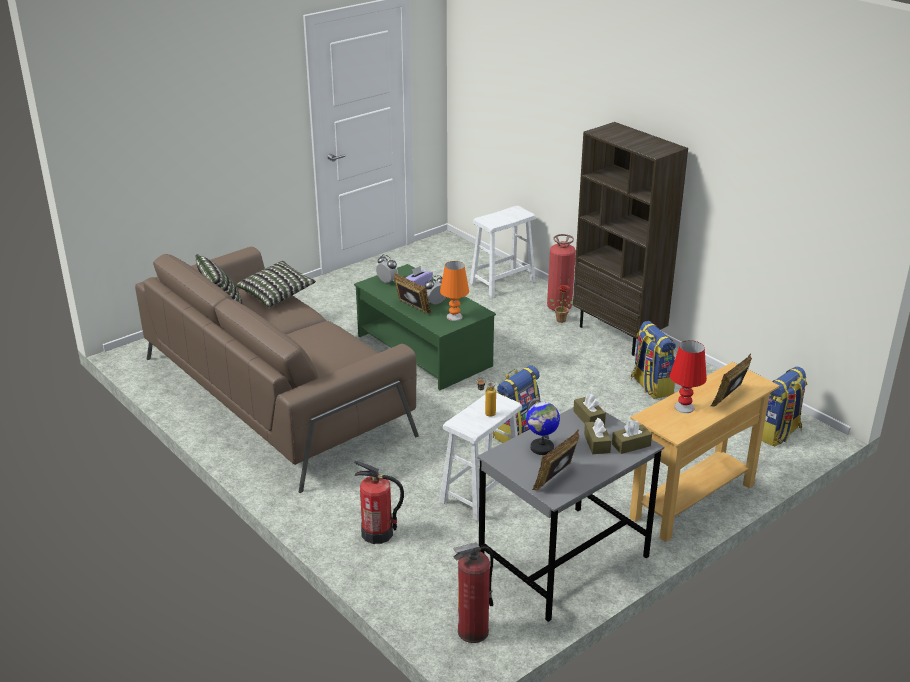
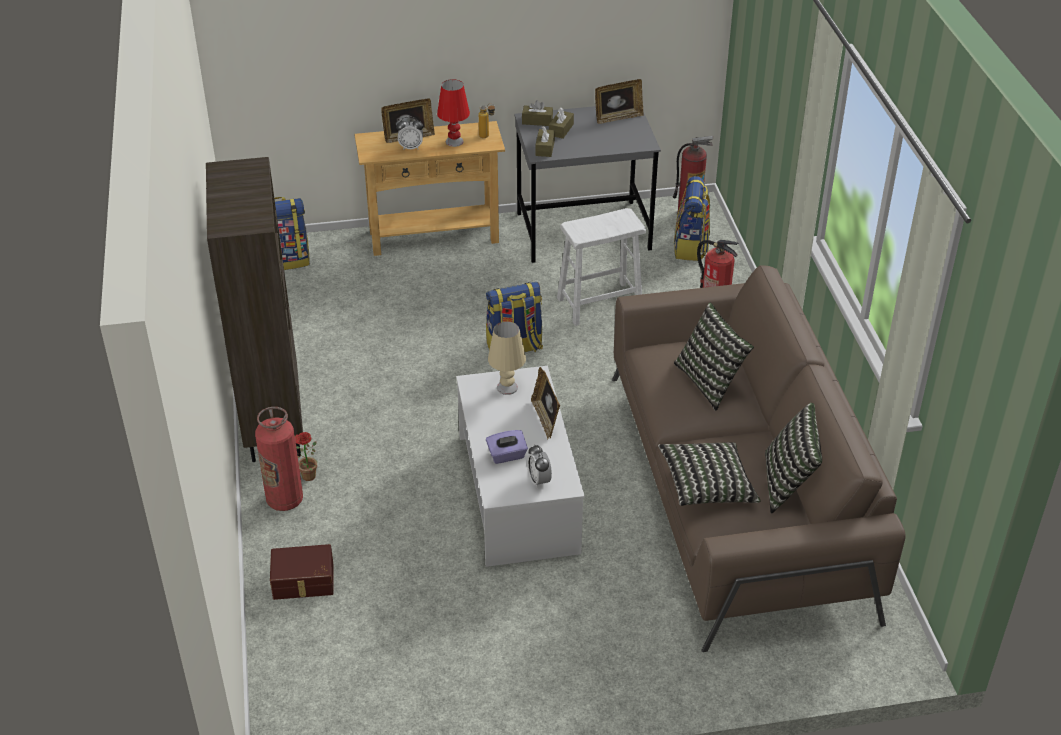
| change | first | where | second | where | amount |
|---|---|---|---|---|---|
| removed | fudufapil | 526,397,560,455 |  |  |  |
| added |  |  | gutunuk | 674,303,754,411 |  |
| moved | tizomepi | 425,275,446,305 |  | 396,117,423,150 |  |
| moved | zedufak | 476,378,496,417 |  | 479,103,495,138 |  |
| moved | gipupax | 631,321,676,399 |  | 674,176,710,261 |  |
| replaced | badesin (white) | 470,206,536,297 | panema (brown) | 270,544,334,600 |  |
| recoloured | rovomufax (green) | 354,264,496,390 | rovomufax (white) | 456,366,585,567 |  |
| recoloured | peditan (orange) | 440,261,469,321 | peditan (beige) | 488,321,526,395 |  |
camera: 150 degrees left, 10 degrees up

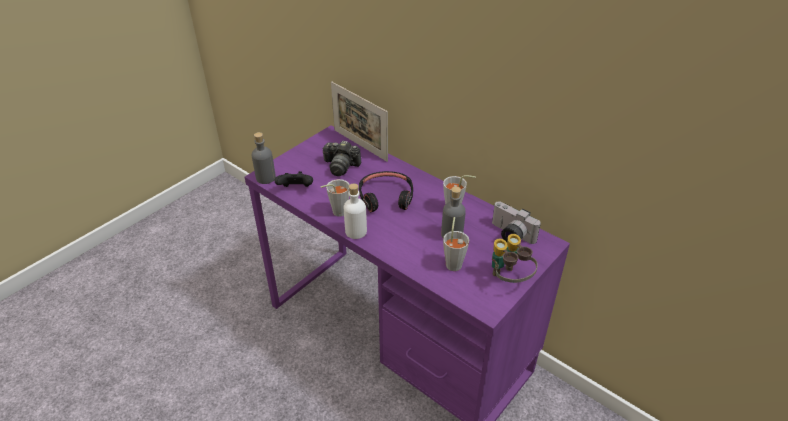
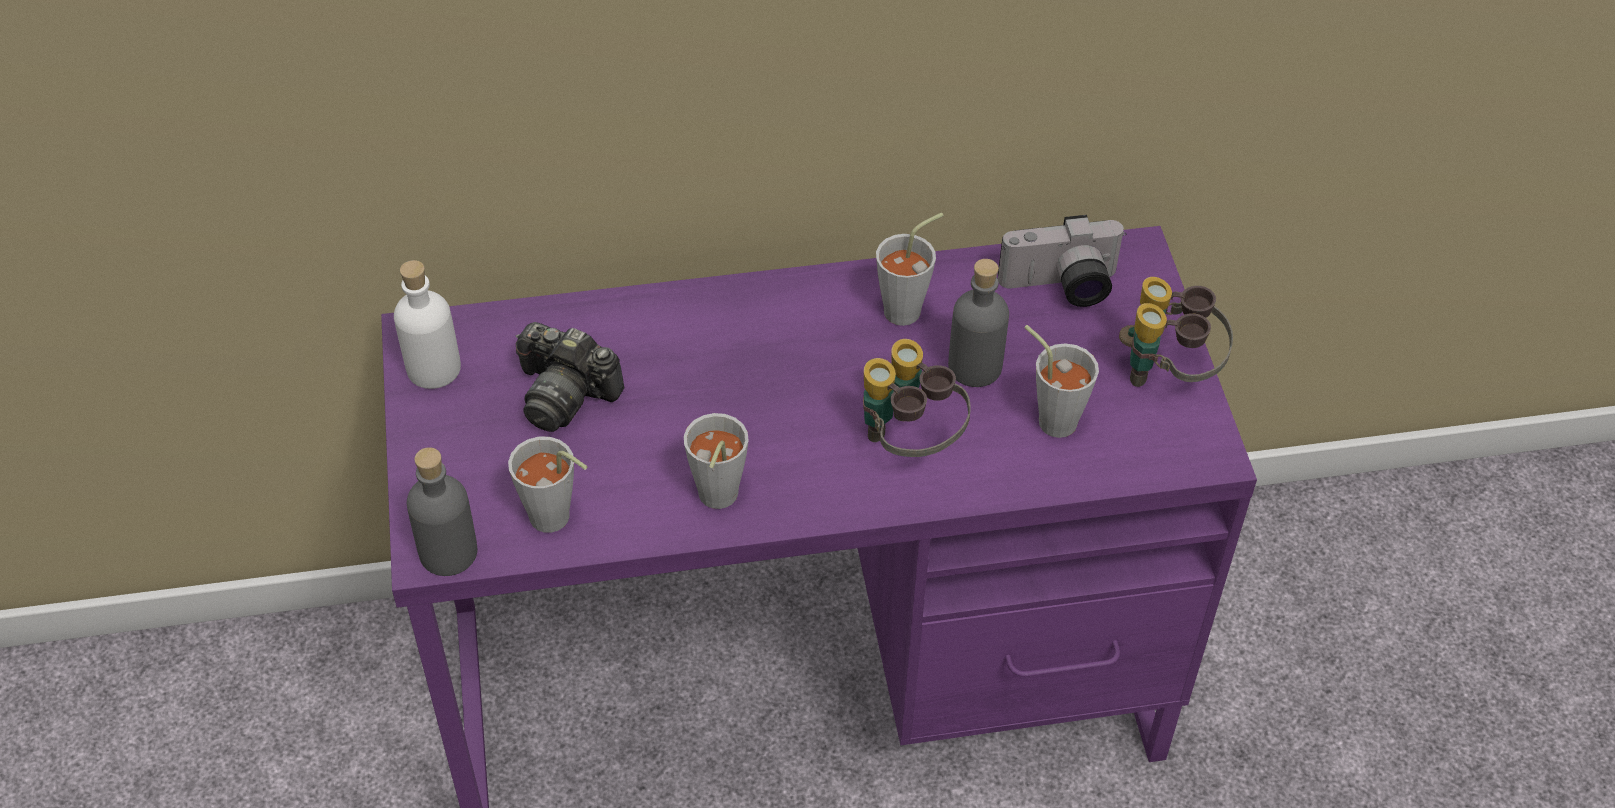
| change | first | where | second | where | amount |
|---|---|---|---|---|---|
| removed | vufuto | 331,82,388,162 |  |  |  |
| removed | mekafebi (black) | 359,171,413,212 |  |  |  |
| added |  |  | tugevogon | 863,339,971,457 |  |
| moved | zedufak (white) | 344,183,367,239 |  | 394,260,461,389 |  |
| replaced | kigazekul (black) | 275,171,313,187 | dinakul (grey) | 508,437,588,533 |  |
| turned | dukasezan | 322,141,361,176 |  | 515,322,624,432 | 60 degrees clockwise |
camera: 50 degrees left, 10 degrees up

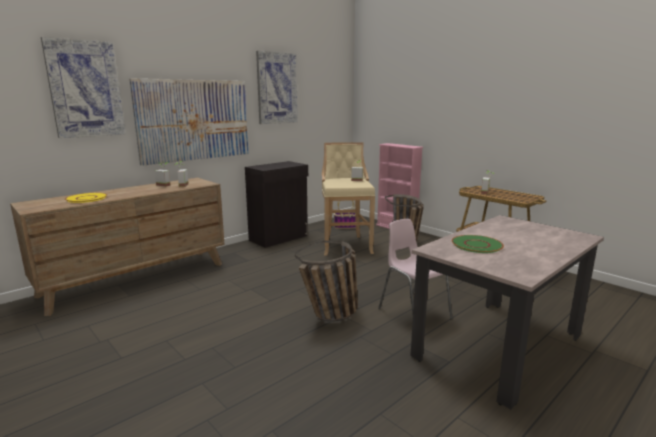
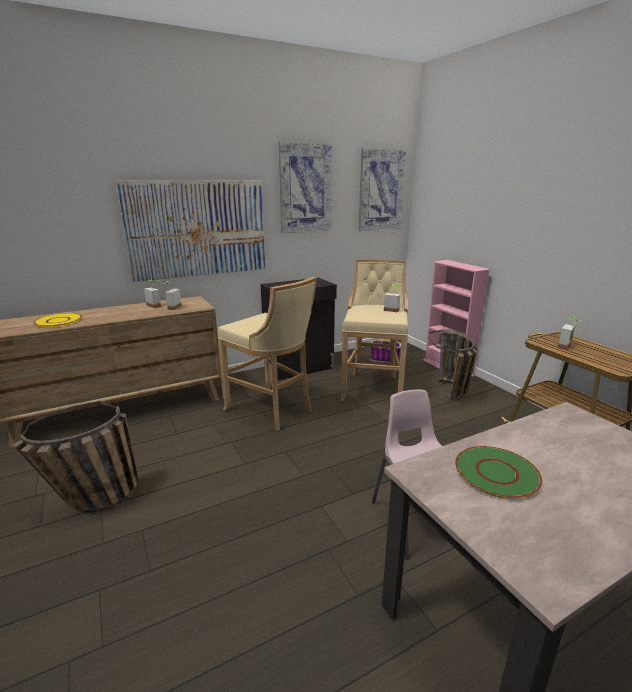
| change | first | where | second | where | amount |
|---|---|---|---|---|---|
| added |  |  | badesin (beige) | 217,277,317,431 |  |
| moved | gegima | 41,37,126,138 |  | 358,148,407,231 |  |
| moved | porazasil | 295,240,358,322 |  | 13,401,138,512 |  |
camera: 15 degrees right, 5 degrees up

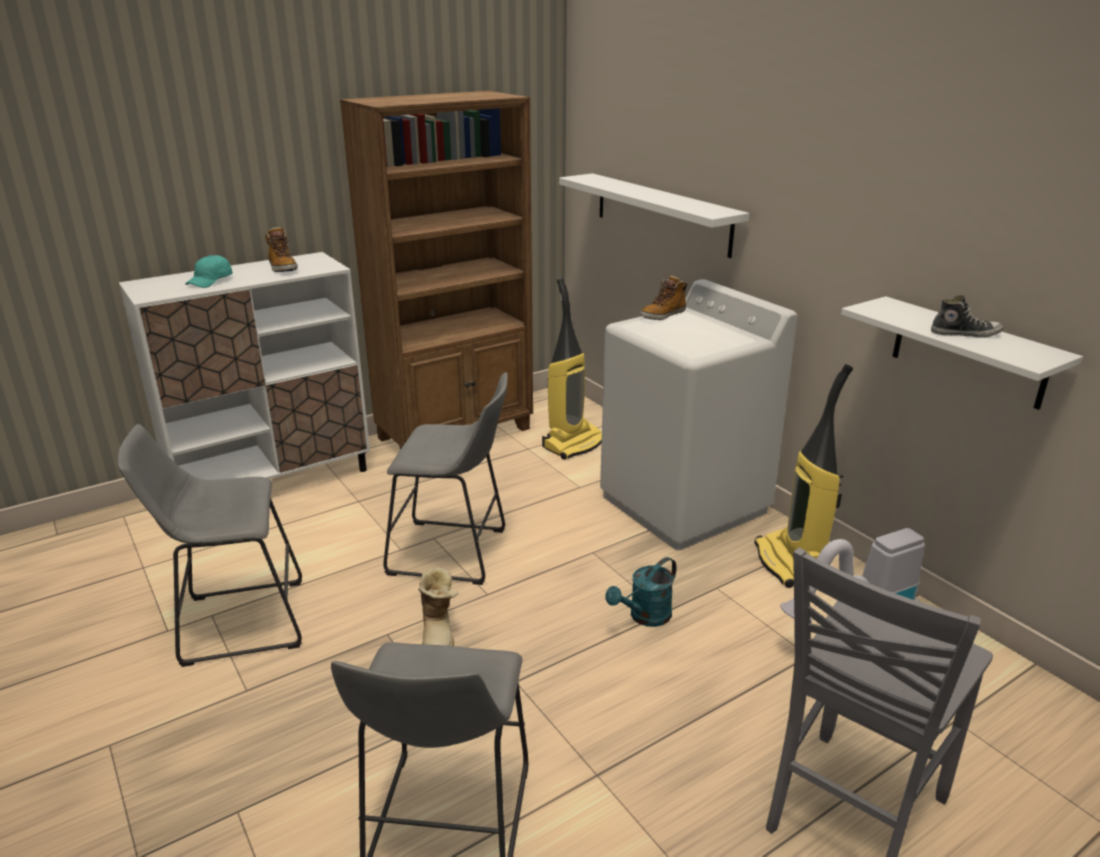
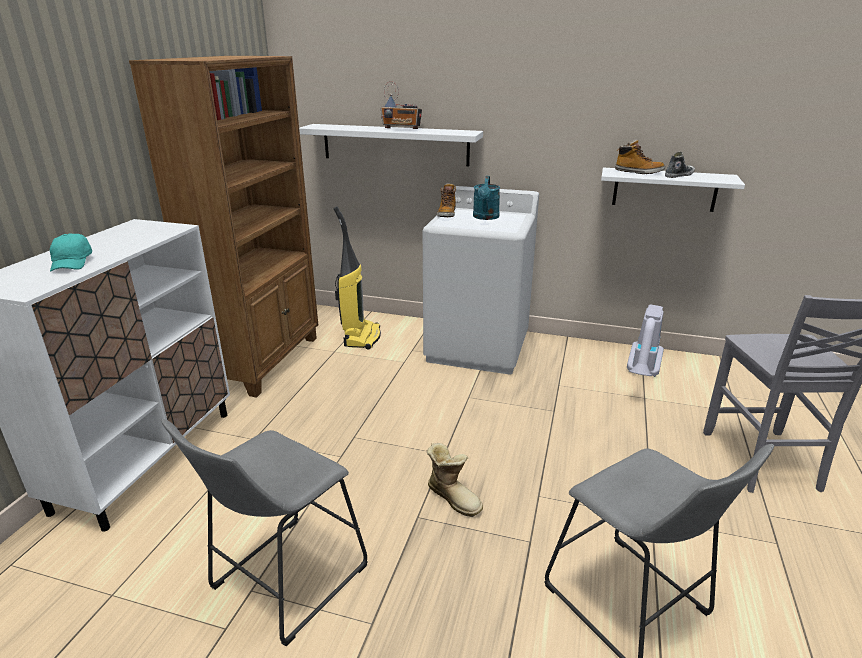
| change | first | where | second | where | amount |
|---|---|---|---|---|---|
| removed | badesin (grey) | 383,372,508,585 |  |  |  |
| removed | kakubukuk | 754,364,853,588 |  |  |  |
| added |  |  | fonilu | 380,81,422,129 |  |
| moved | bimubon | 265,227,298,272 |  | 615,140,666,174 |  |
| moved | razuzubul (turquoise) | 605,557,677,627 |  | 473,176,500,220 |  |
camera: 40 degrees left, 0 degrees up

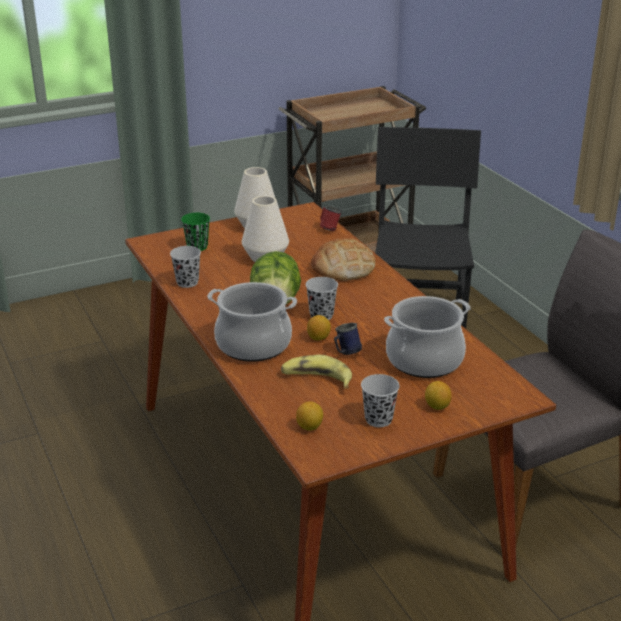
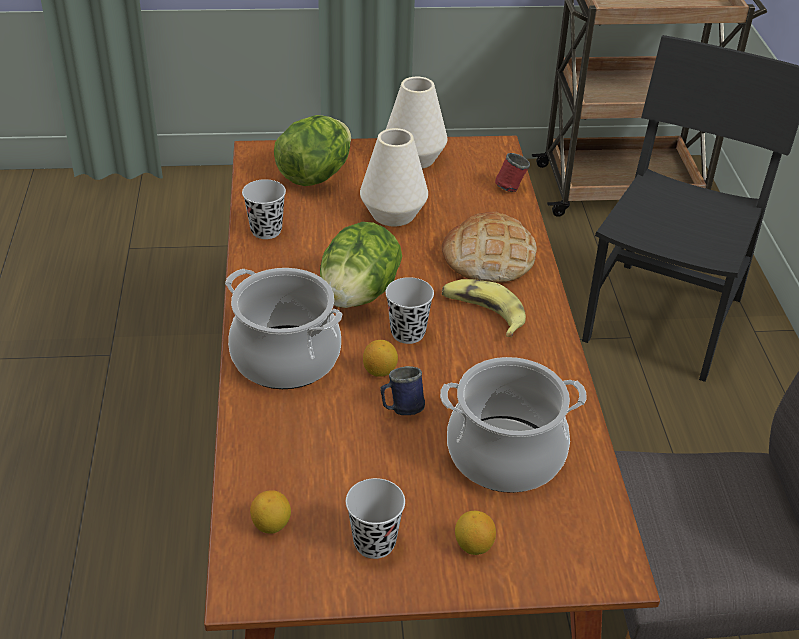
| change | first | where | second | where | amount |
|---|---|---|---|---|---|
| moved | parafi | 281,355,352,389 |  | 442,279,526,337 |  |
| replaced | dinakul (green) | 181,213,210,251 | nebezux | 274,115,351,186 |  |
camera: 20 degrees right, 10 degrees up

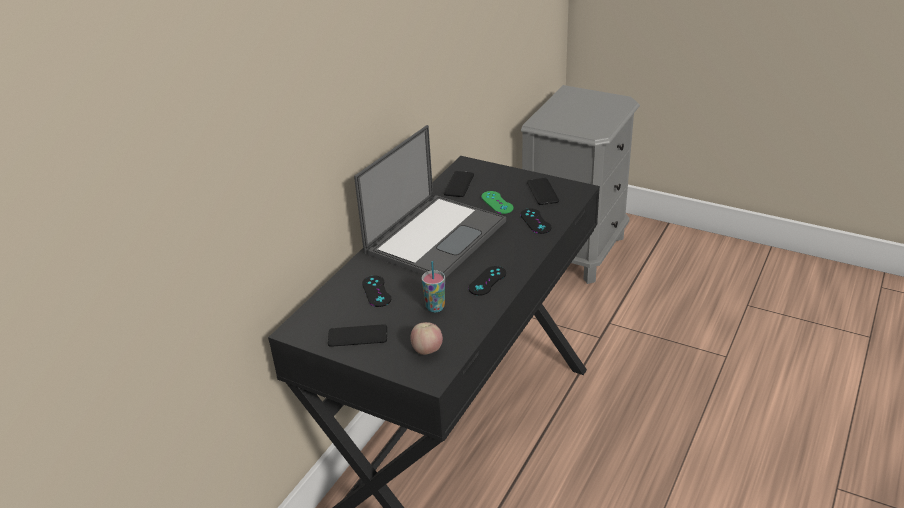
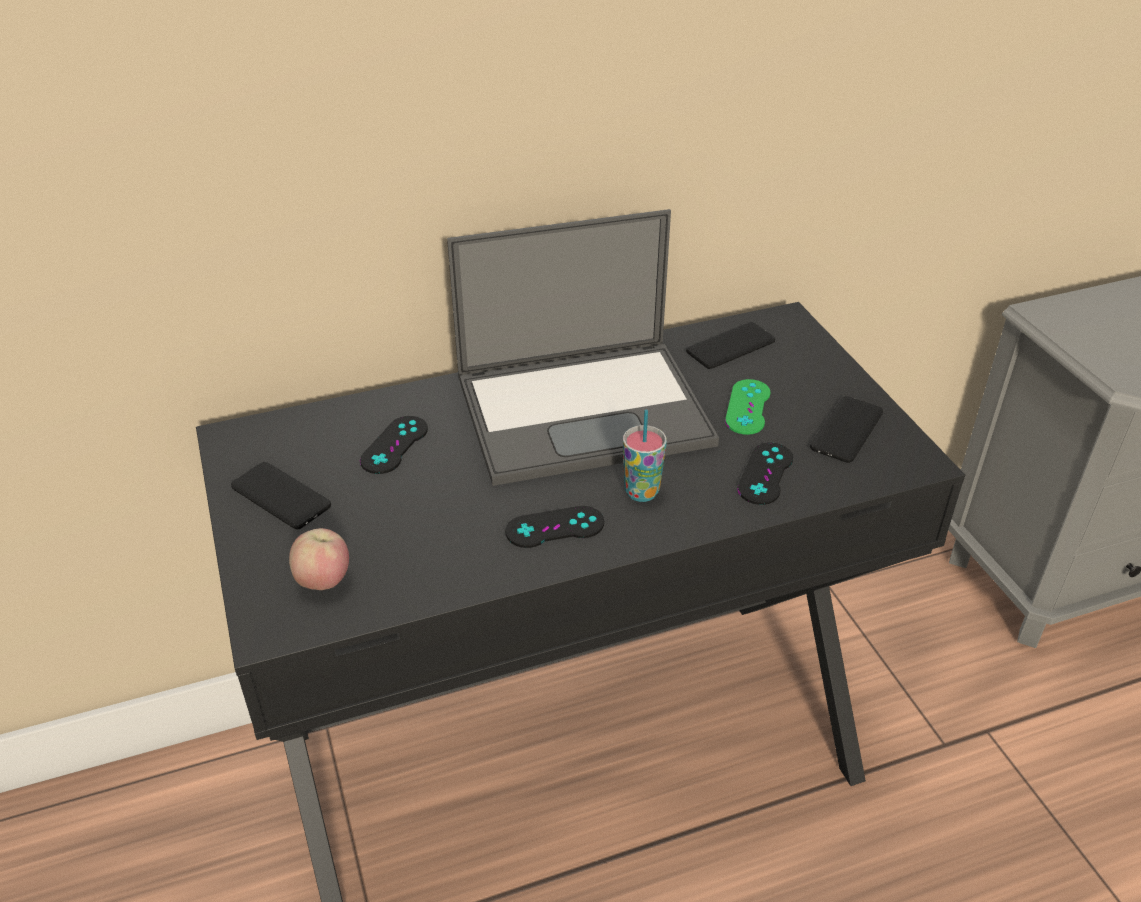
| change | first | where | second | where | amount |
|---|---|---|---|---|---|
| moved | dinakul | 422,261,445,312 |  | 623,409,667,502 |  |
camera: 40 degrees right, 5 degrees up

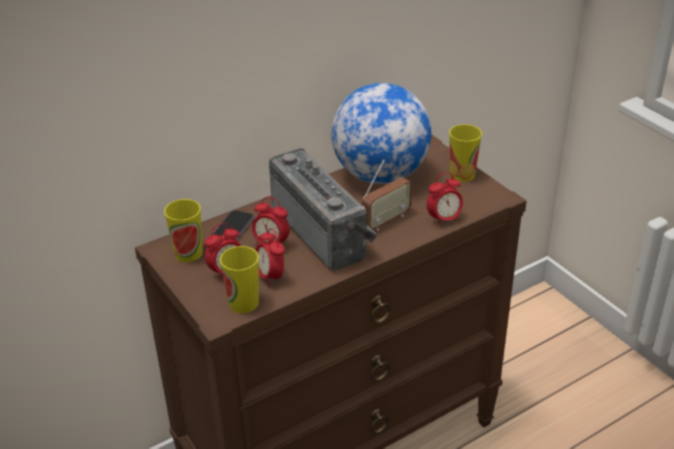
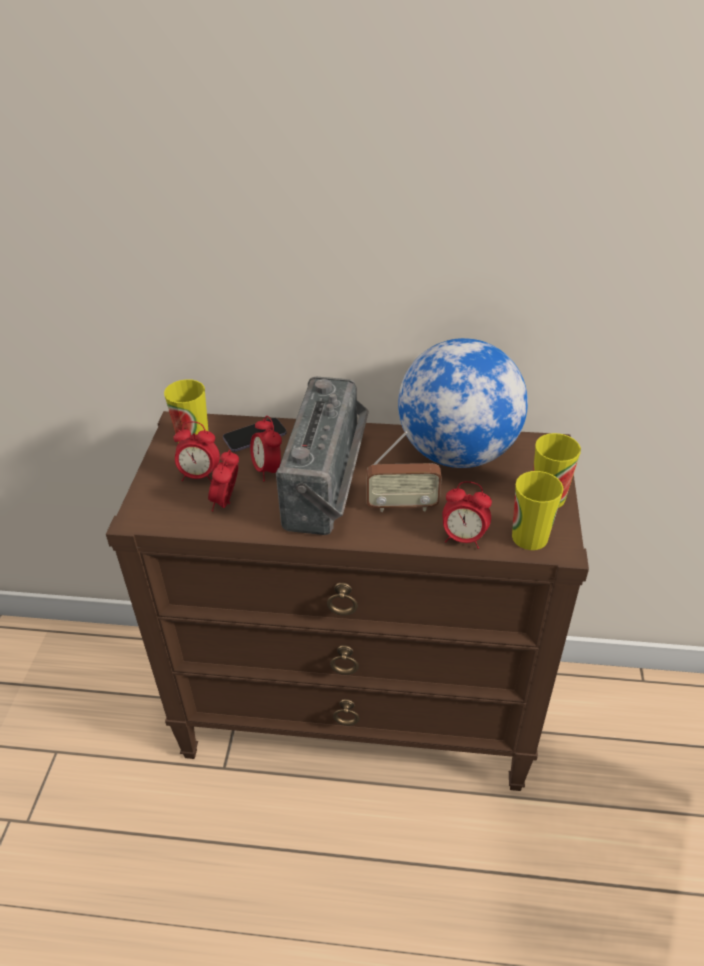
| change | first | where | second | where | amount |
|---|---|---|---|---|---|
| moved | dinakul | 220,246,259,313 |  | 512,471,564,550 |  |
camera: 40 degrees right, 5 degrees up

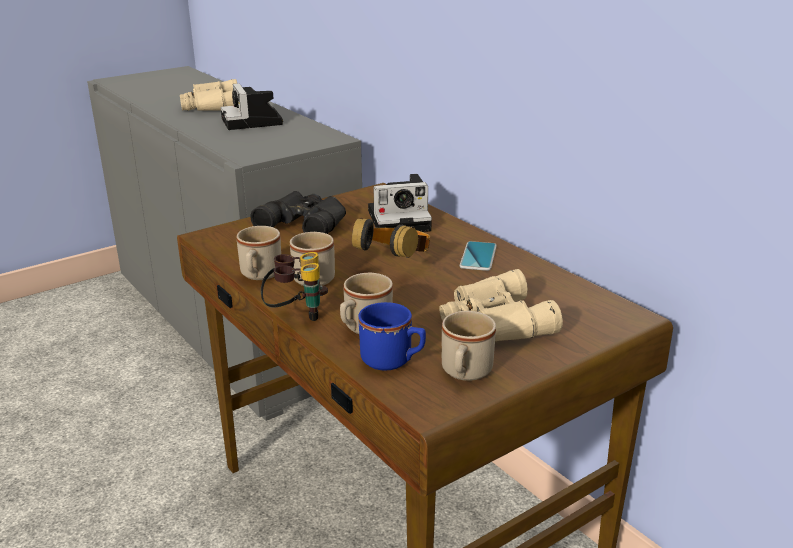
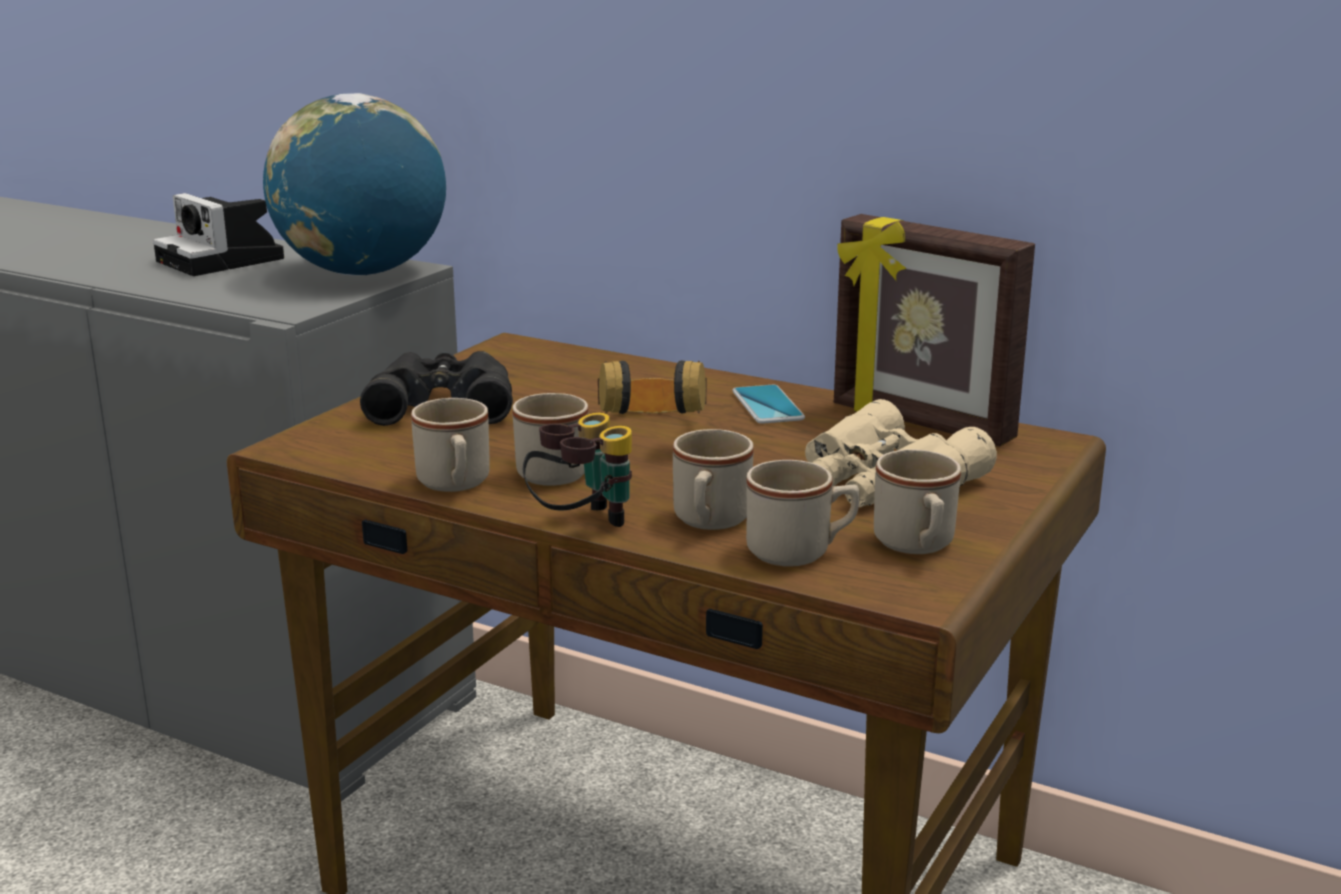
| change | first | where | second | where | amount |
|---|---|---|---|---|---|
| removed | tugevogon (beige) | 180,79,237,111 |  |  |  |
| removed | dukasezan | 368,174,432,232 |  |  |  |
| added |  |  | fudufapil | 263,93,446,276 |  |
| added |  |  | vufuto | 834,214,1035,446 |  |
| recoloured | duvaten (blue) | 358,302,426,370 | duvaten (beige) | 746,460,859,567 |  |
camera: 25 degrees left, 5 degrees down

